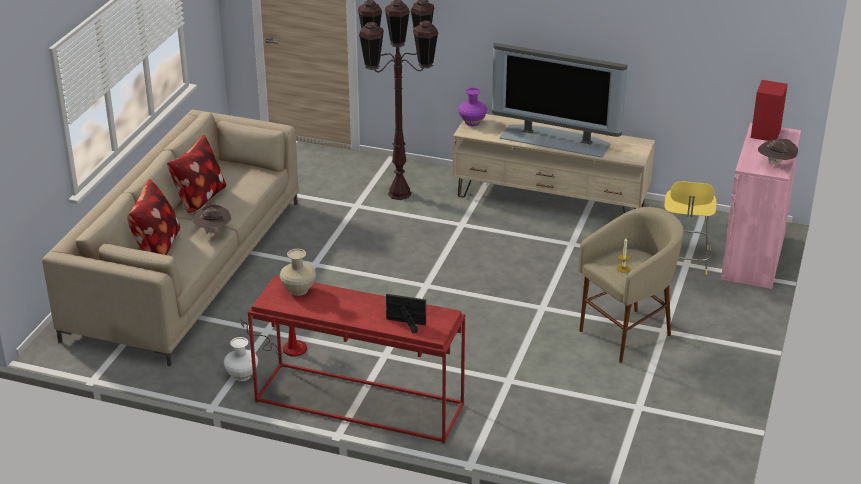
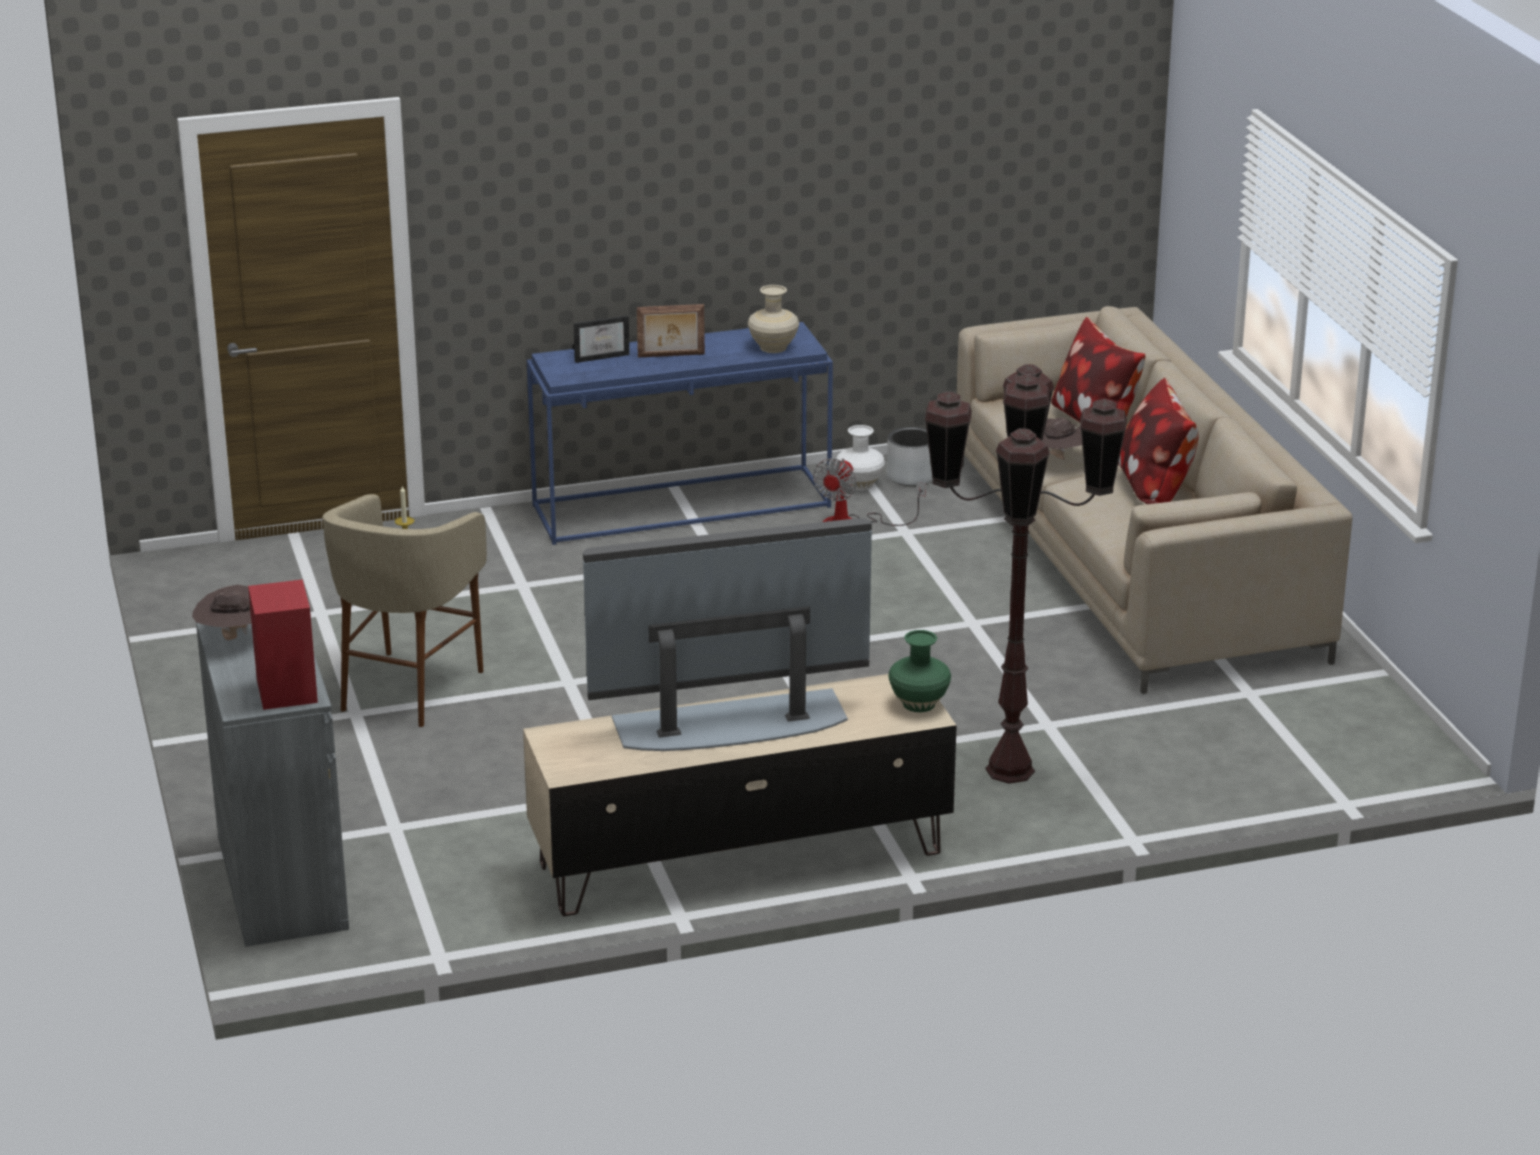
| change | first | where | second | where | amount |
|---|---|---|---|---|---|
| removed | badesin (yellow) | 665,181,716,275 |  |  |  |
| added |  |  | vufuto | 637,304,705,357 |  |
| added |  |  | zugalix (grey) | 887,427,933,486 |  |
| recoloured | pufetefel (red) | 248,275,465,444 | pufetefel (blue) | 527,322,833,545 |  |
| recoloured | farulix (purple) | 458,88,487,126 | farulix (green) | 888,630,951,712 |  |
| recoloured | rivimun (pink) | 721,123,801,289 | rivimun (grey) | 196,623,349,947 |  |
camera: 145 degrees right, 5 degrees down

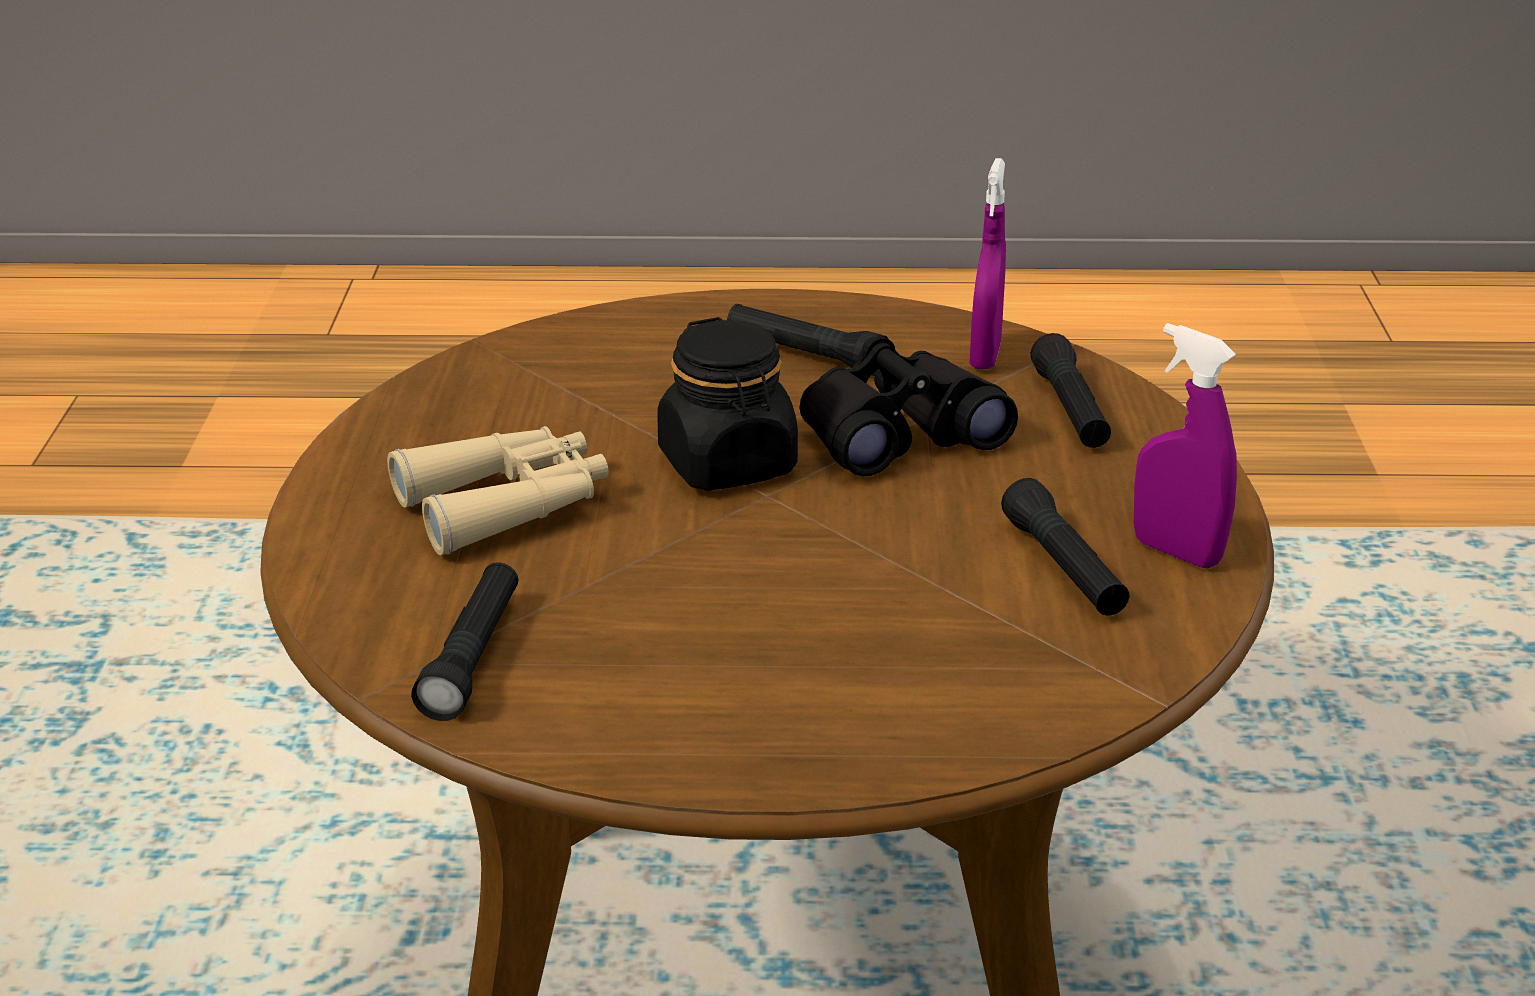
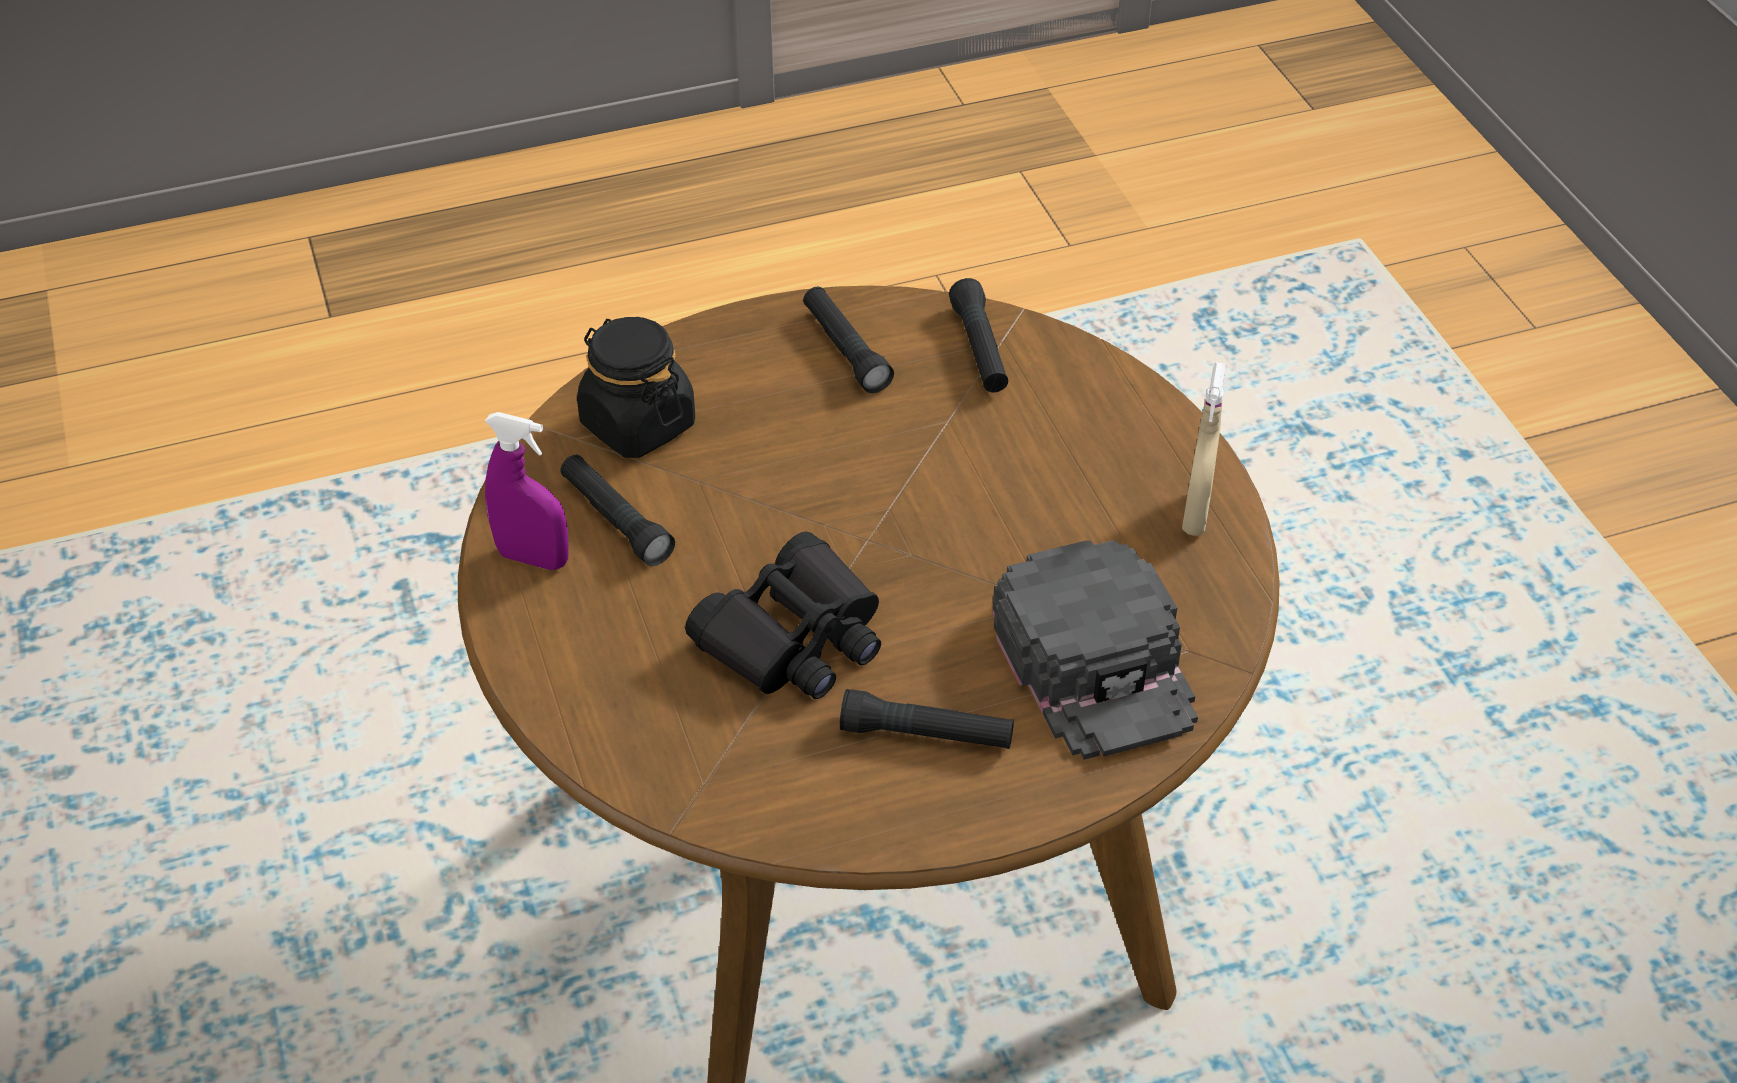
| change | first | where | second | where | amount |
|---|---|---|---|---|---|
| removed | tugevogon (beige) | 387,426,609,555 |  |  |  |
| removed | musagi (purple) | 969,158,1006,369 |  |  |  |
| added |  |  | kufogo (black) | 992,540,1198,760 |  |
| added |  |  | musagi (beige) | 1182,362,1225,536 |  |
| moved | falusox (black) | 657,317,798,491 |  | 577,317,695,458 |  |
| moved | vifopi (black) | 1031,333,1111,448 |  | 803,286,894,393 |  |
camera: 160 degrees right, 15 degrees up

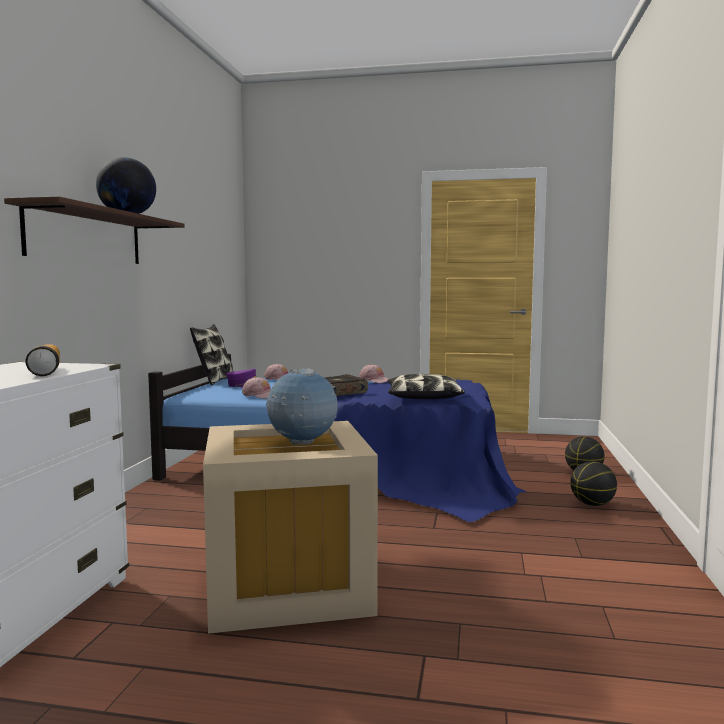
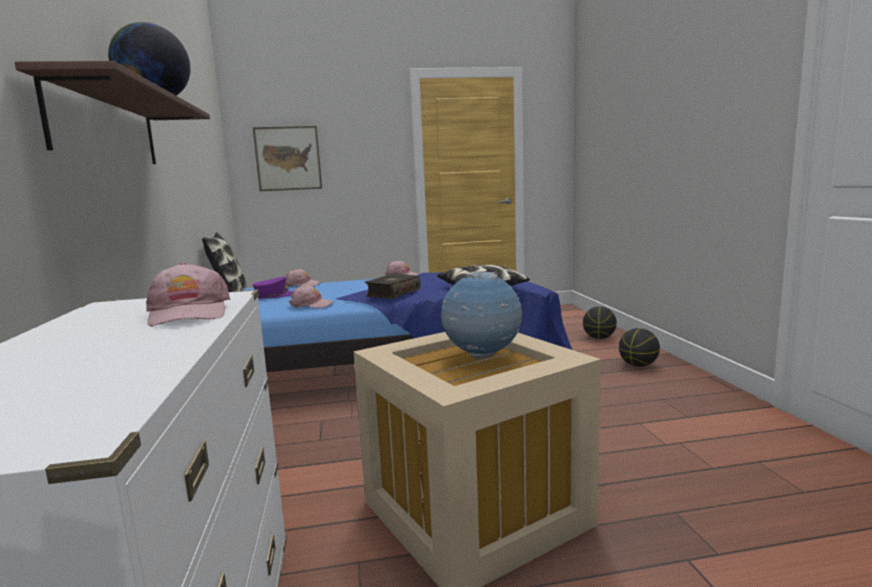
| change | first | where | second | where | amount |
|---|---|---|---|---|---|
| added |  |  | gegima | 253,126,322,191 |  |
| replaced | vifopi | 26,344,60,376 | kufogo (pink) | 146,262,230,327 |  |
camera: 20 degrees left, 5 degrees up

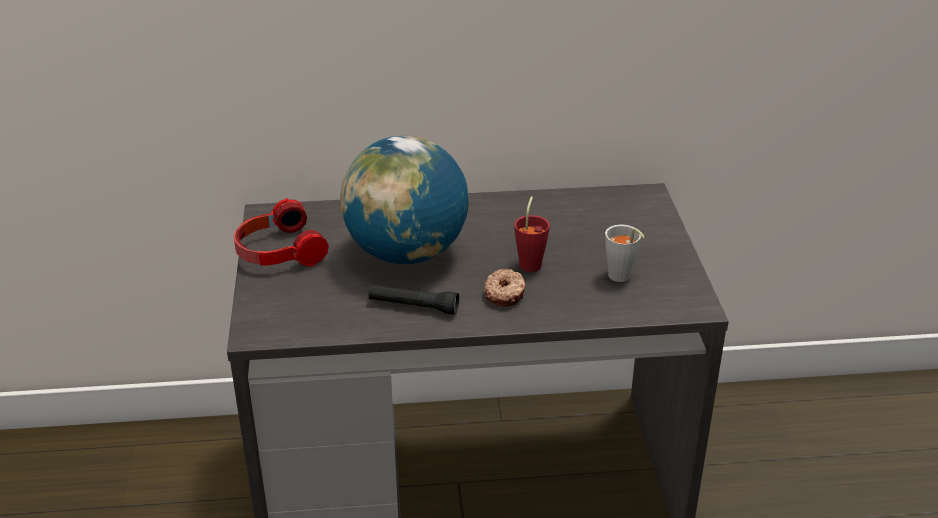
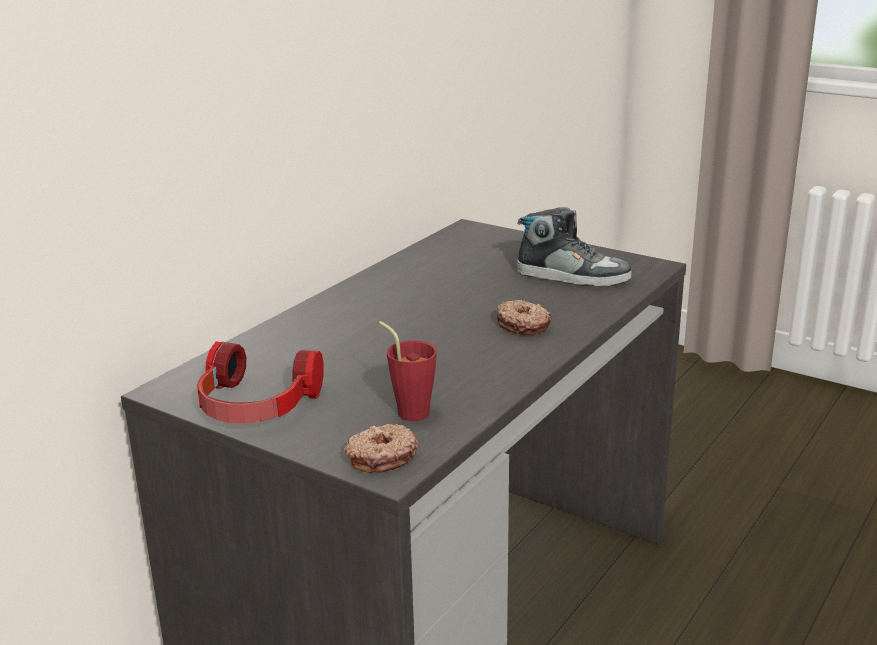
| change | first | where | second | where | amount |
|---|---|---|---|---|---|
| removed | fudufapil | 340,135,469,264 |  |  |  |
| removed | vifopi (black) | 368,284,459,315 |  |  |  |
| added |  |  | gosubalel | 344,424,418,473 |  |
| moved | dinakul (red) | 514,196,550,272 |  | 379,321,437,421 |  |
| replaced | dinakul (grey) | 605,225,645,282 | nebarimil | 517,207,632,286 |  |
camera: 50 degrees left, 10 degrees down

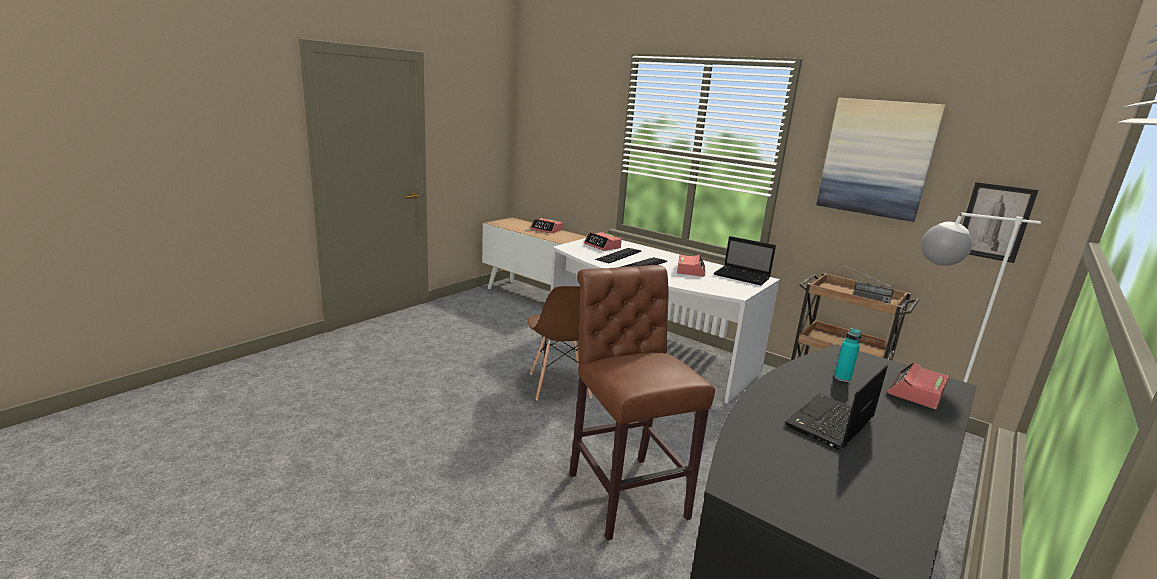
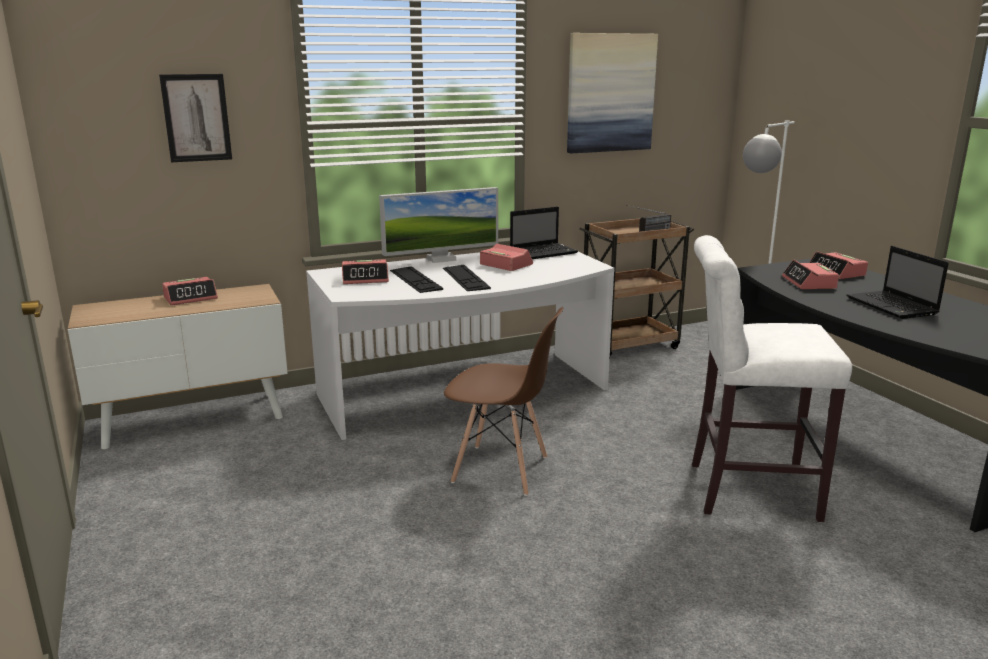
| change | first | where | second | where | amount |
|---|---|---|---|---|---|
| added |  |  | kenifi | 379,187,498,263 |  |
| moved | gegima | 963,182,1038,263 |  | 159,74,232,162 |  |
| replaced | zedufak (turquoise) | 834,328,861,382 | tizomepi | 782,260,839,289 |  |
| recoloured | badesin (brown) | 569,265,715,541 | badesin (white) | 692,235,852,522 |  |
camera: 60 degrees left, 0 degrees up

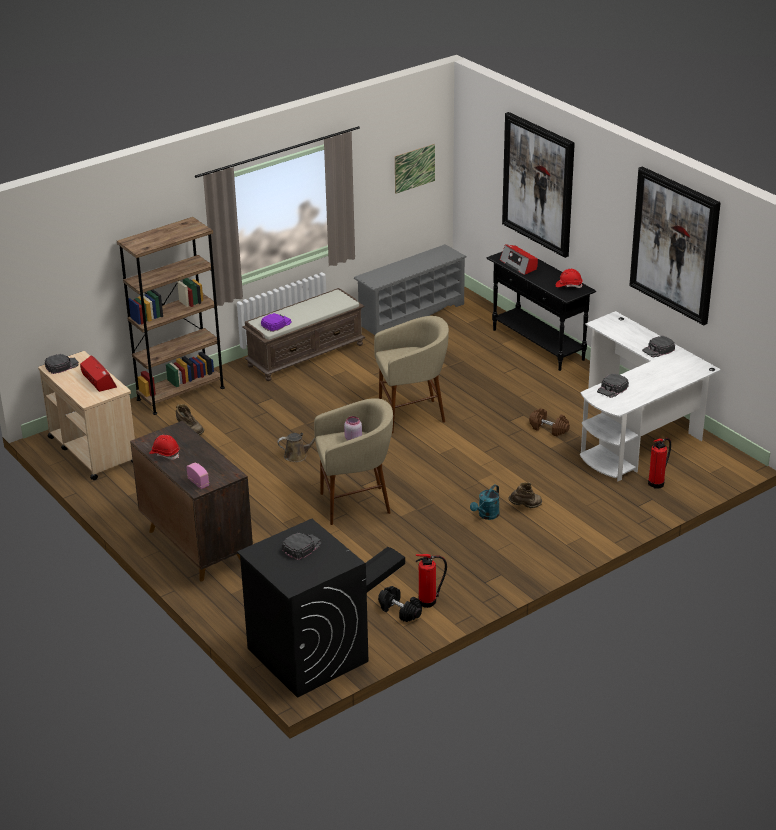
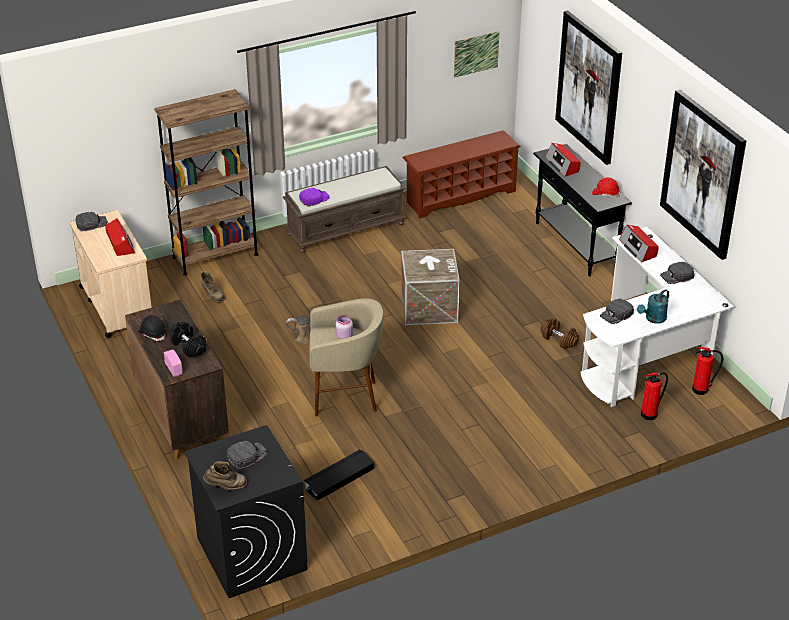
| change | first | where | second | where | amount |
|---|---|---|---|---|---|
| added |  |  | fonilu | 619,225,659,262 |  |
| moved | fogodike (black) | 378,586,422,622 |  | 170,322,206,358 |  |
| moved | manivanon | 416,554,447,608 |  | 692,347,723,395 |  |
| moved | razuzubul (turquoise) | 470,485,500,520 |  | 637,289,669,324 |  |
| moved | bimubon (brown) | 508,482,542,508 |  | 203,461,247,490 |  |
| replaced | badesin (beige) | 374,316,449,433 | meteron | 401,249,460,325 |  |
| recoloured | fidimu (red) | 150,435,180,460 | fidimu (black) | 138,315,166,341 |  |
| recoloured | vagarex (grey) | 353,244,467,335 | vagarex (brown) | 403,130,521,219 |  |
camera: 10 degrees right, 5 degrees up

